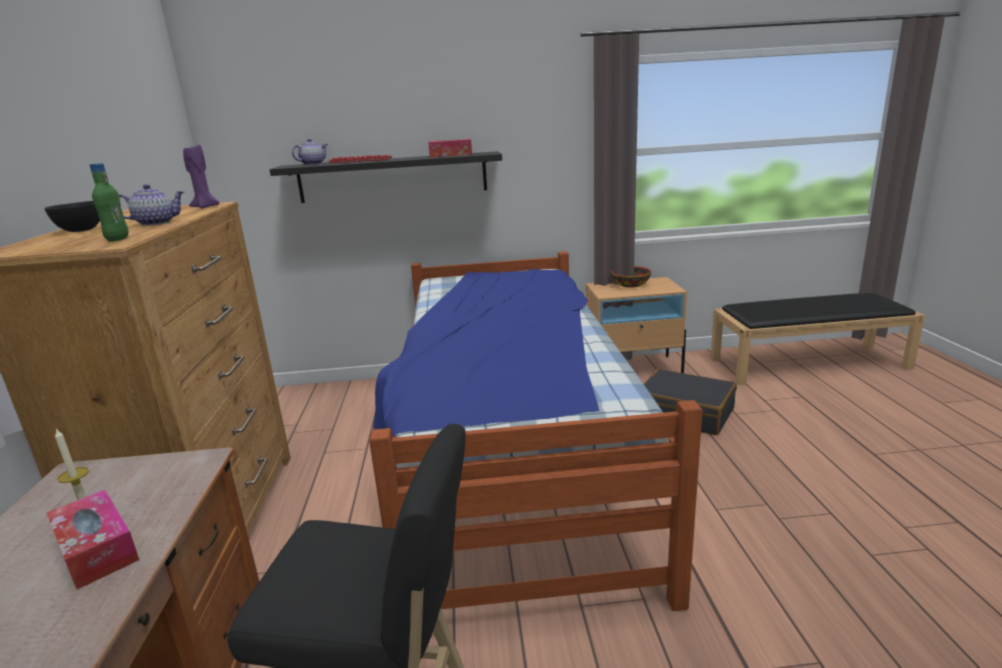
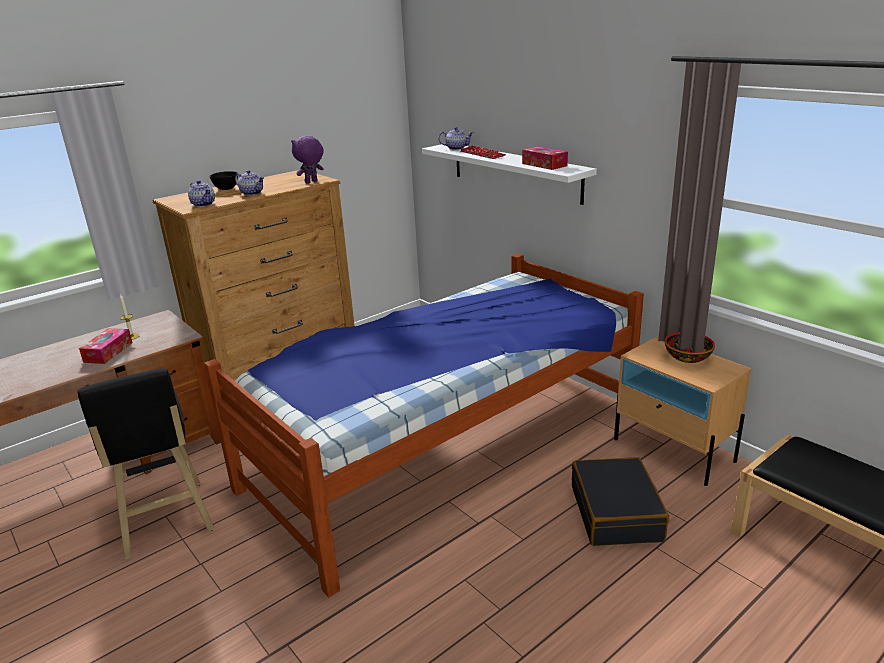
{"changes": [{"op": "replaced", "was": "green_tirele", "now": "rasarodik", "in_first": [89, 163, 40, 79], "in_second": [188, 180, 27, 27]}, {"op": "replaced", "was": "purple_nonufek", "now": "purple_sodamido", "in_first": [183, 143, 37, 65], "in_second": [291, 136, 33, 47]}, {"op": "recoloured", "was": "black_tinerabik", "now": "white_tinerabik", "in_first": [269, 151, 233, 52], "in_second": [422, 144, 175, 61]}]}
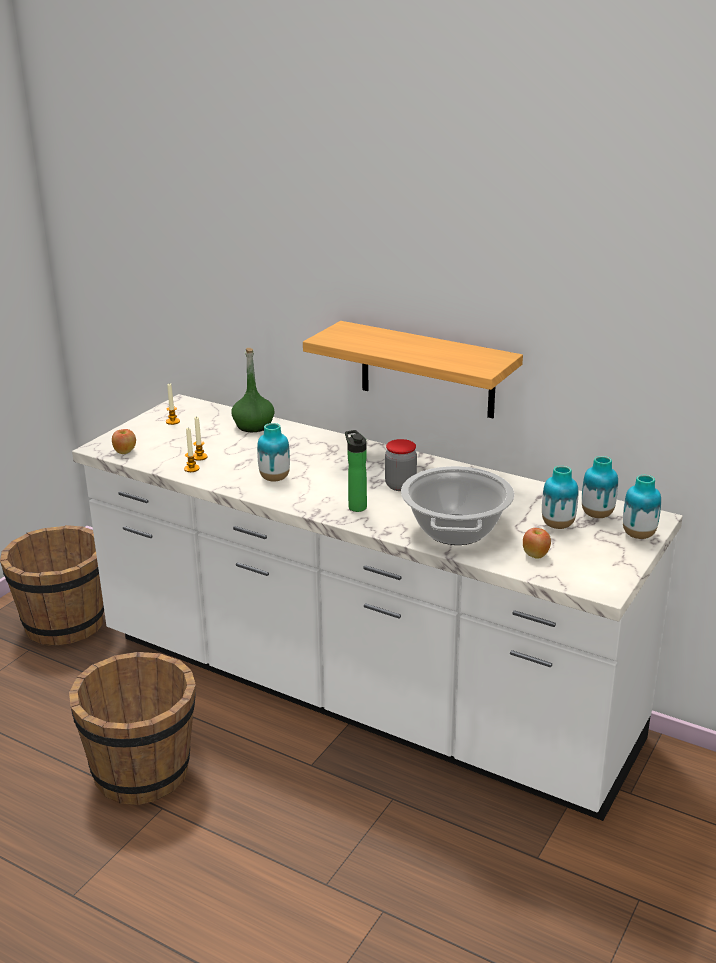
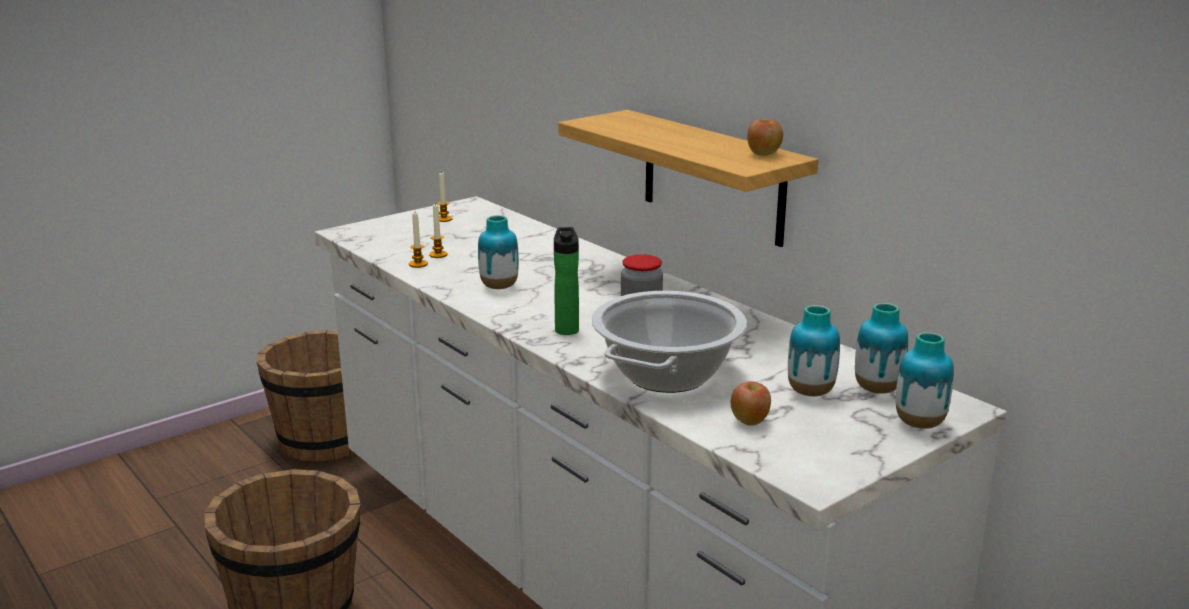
{"changes": [{"op": "moved", "was": "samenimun", "in_first": [112, 429, 24, 25], "in_second": [747, 119, 36, 37]}, {"op": "removed", "was": "green_tirele", "in_first": [231, 348, 44, 84]}]}
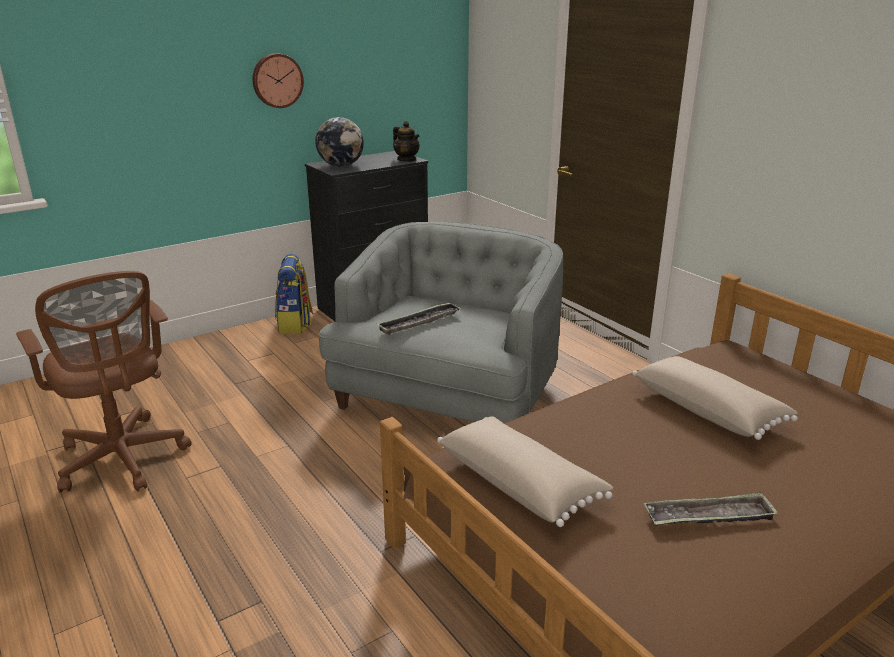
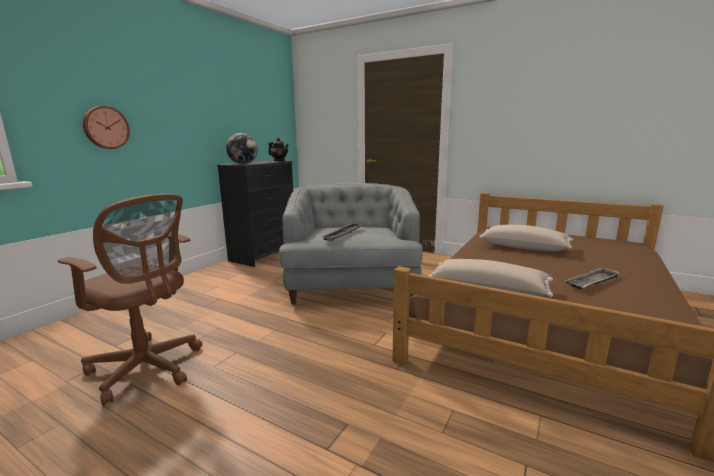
{"changes": [{"op": "moved", "was": "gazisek", "in_first": [252, 53, 52, 55], "in_second": [83, 106, 47, 43]}, {"op": "removed", "was": "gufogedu", "in_first": [275, 254, 38, 80]}]}
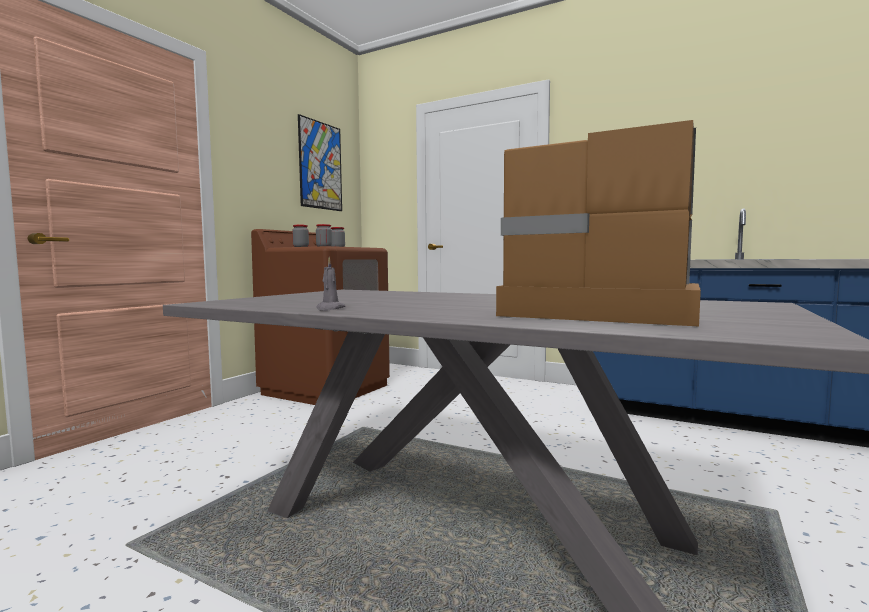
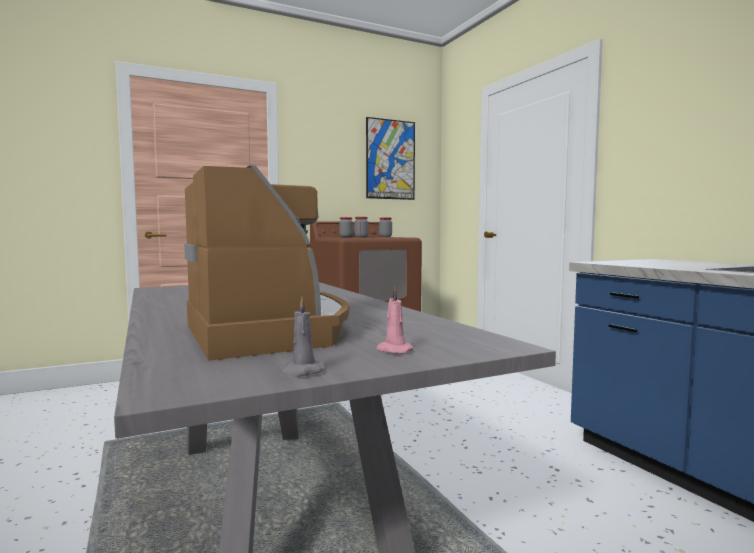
{"changes": [{"op": "moved", "was": "grey_nonufek", "in_first": [316, 257, 29, 53], "in_second": [279, 297, 46, 81]}, {"op": "added", "now": "pink_nonufek", "in_second": [377, 287, 36, 67]}]}
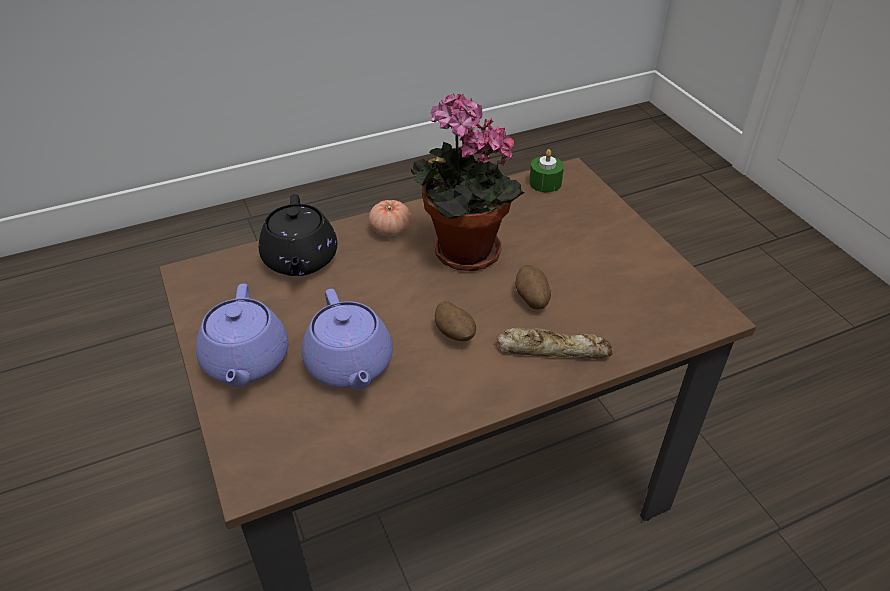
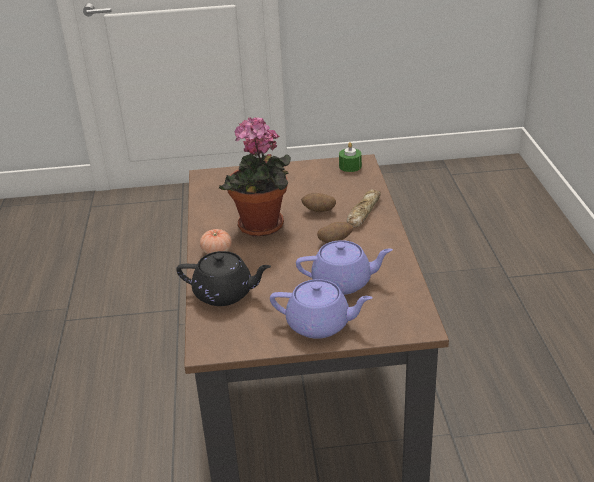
{"changes": [{"op": "moved", "was": "green_nonufek", "in_first": [529, 149, 35, 44], "in_second": [339, 142, 23, 30]}]}
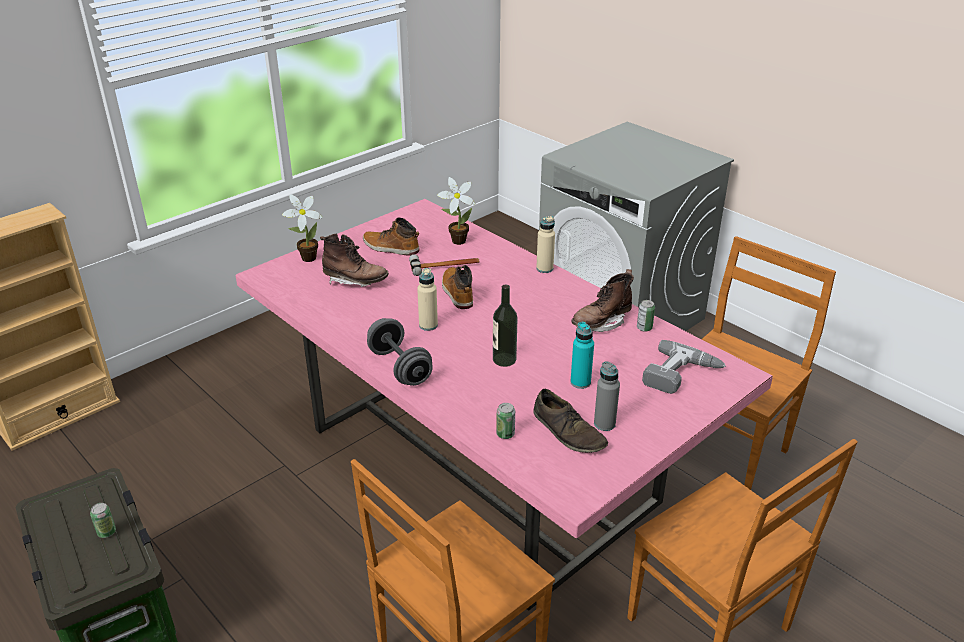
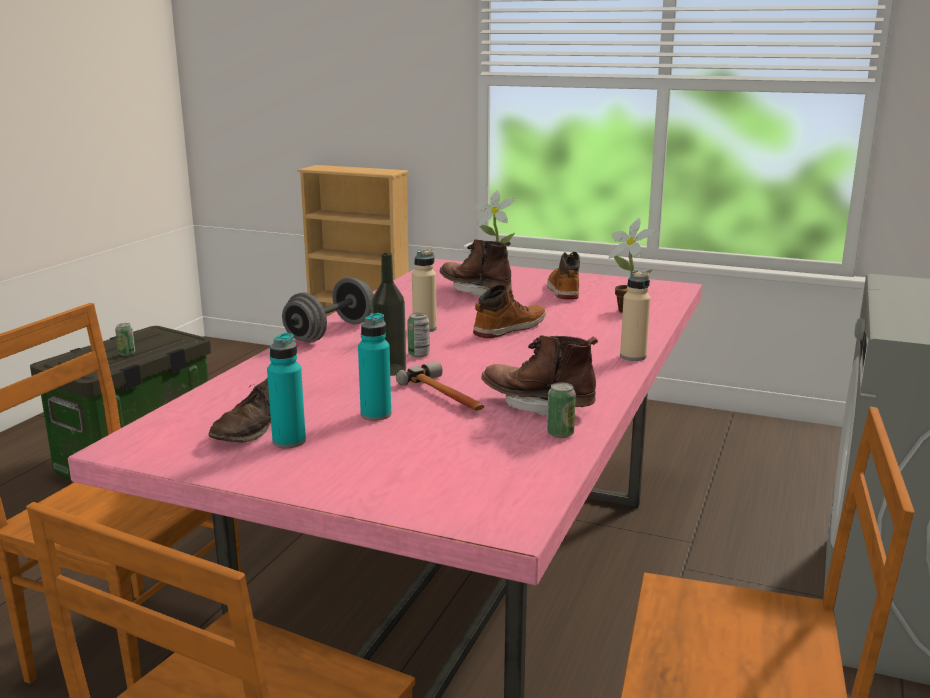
{"changes": [{"op": "turned", "was": "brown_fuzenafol", "in_first": [320, 234, 69, 53], "in_second": [439, 239, 72, 58], "clockwise": 135}, {"op": "moved", "was": "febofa", "in_first": [409, 255, 71, 21], "in_second": [396, 361, 89, 50]}, {"op": "moved", "was": "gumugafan", "in_first": [496, 403, 19, 36], "in_second": [407, 313, 23, 44]}, {"op": "recoloured", "was": "grey_tirele", "now": "turquoise_tirele", "in_first": [594, 361, 26, 70], "in_second": [267, 333, 39, 115]}, {"op": "removed", "was": "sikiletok", "in_first": [642, 340, 84, 54]}]}
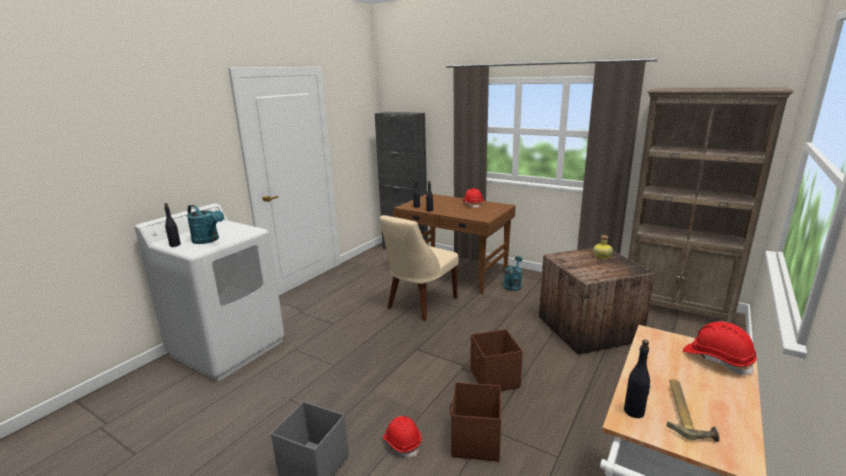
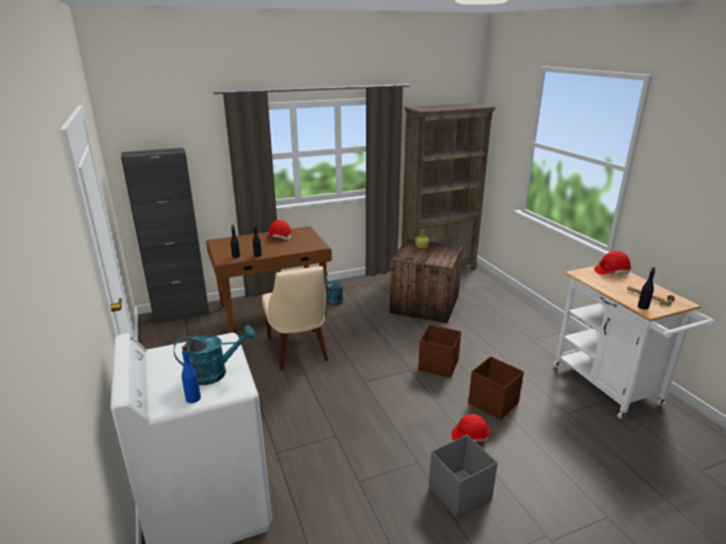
{"changes": [{"op": "recoloured", "was": "black_tirele", "now": "blue_tirele", "in_first": [164, 203, 17, 44], "in_second": [182, 345, 19, 58]}]}
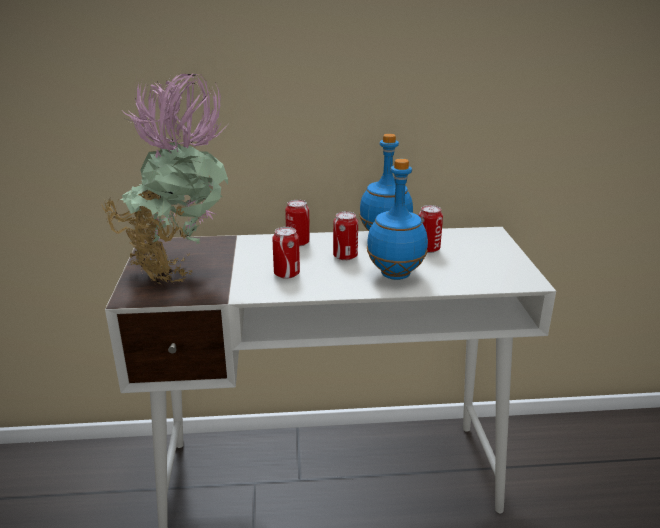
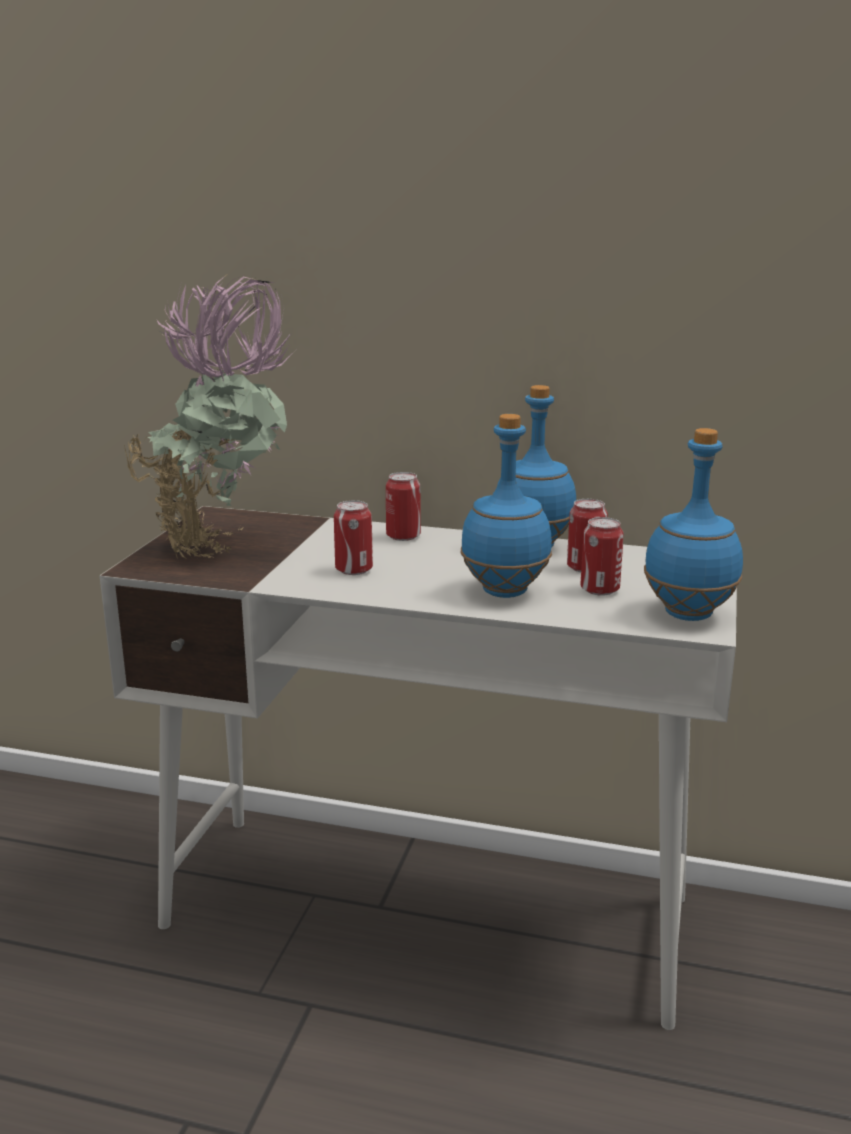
{"changes": [{"op": "moved", "was": "gumugafan", "in_first": [333, 211, 25, 49], "in_second": [580, 517, 43, 79]}, {"op": "added", "now": "blue_tirele", "in_second": [644, 428, 99, 193]}]}
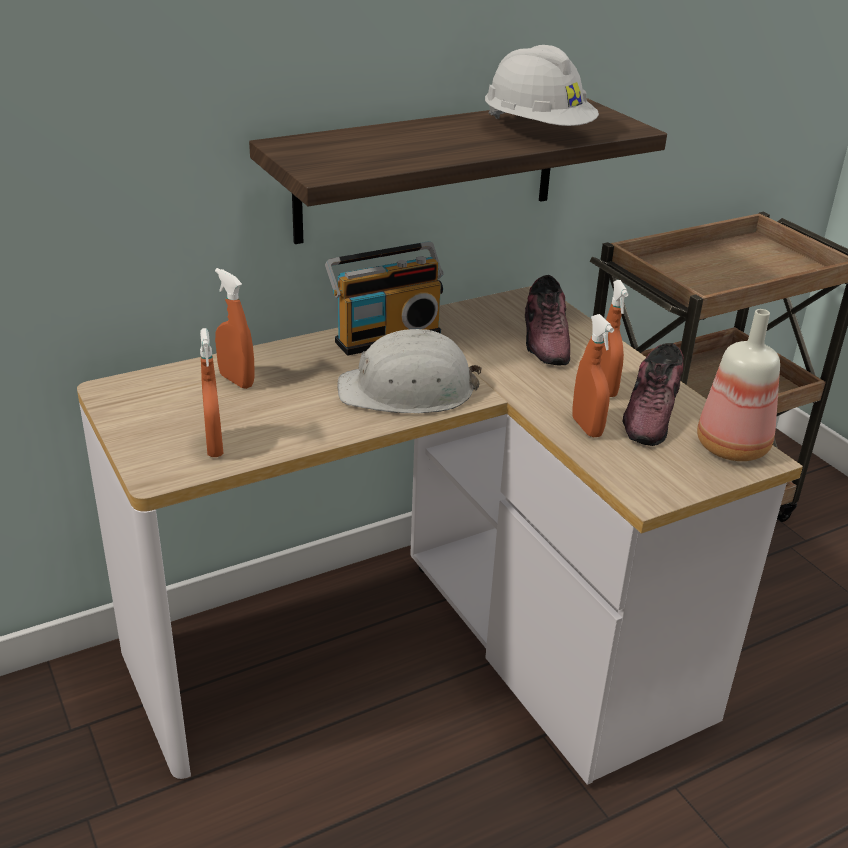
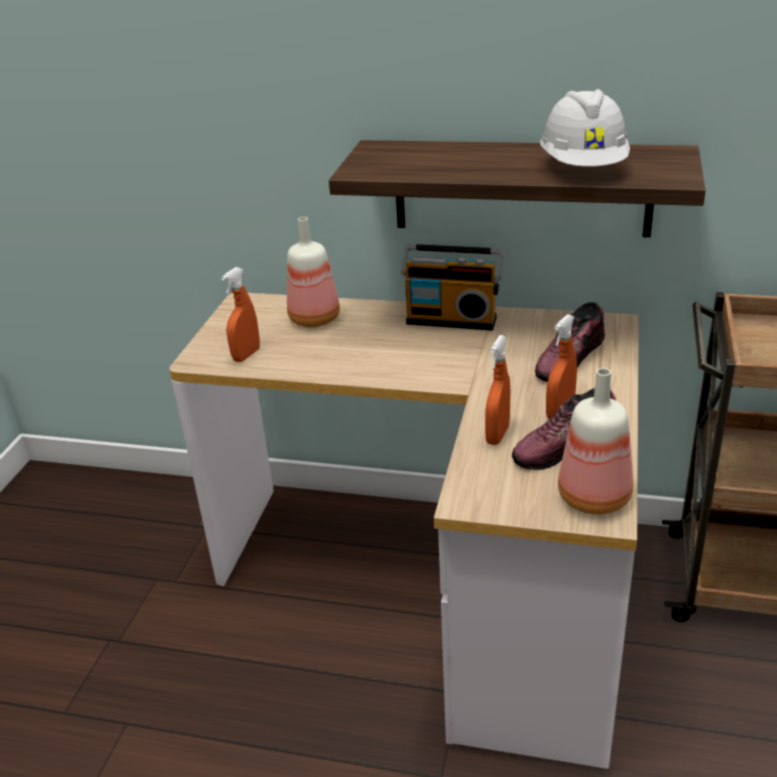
{"changes": [{"op": "replaced", "was": "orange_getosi", "now": "tirele", "in_first": [215, 268, 40, 121], "in_second": [287, 217, 53, 110]}, {"op": "removed", "was": "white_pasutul", "in_first": [337, 328, 145, 85]}]}
